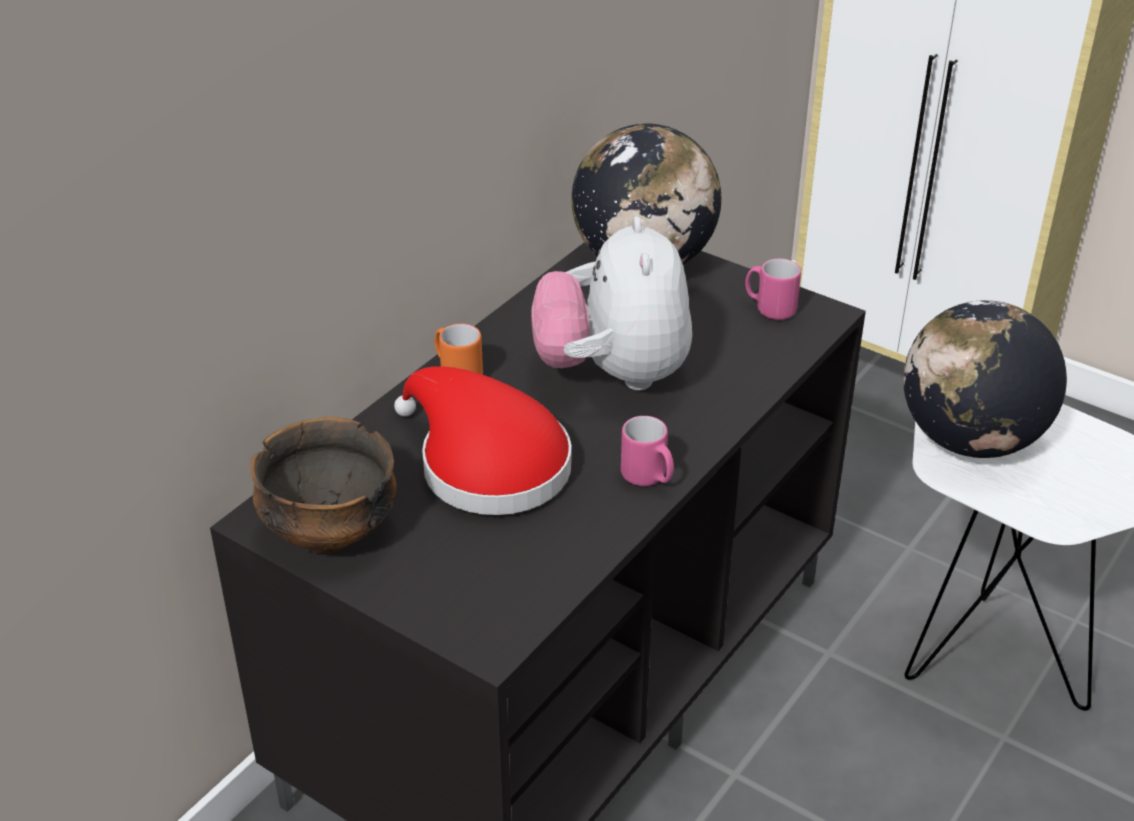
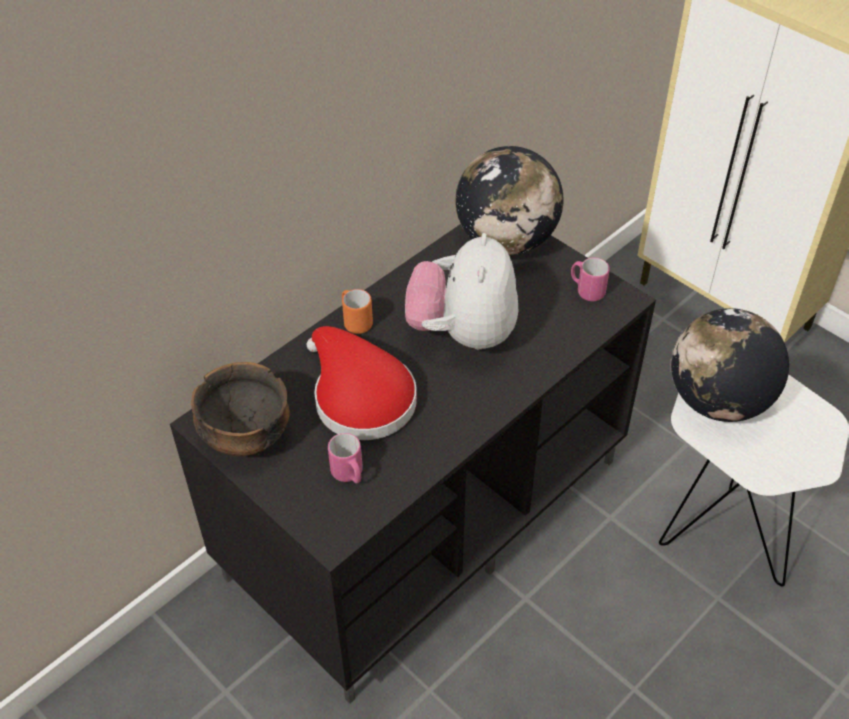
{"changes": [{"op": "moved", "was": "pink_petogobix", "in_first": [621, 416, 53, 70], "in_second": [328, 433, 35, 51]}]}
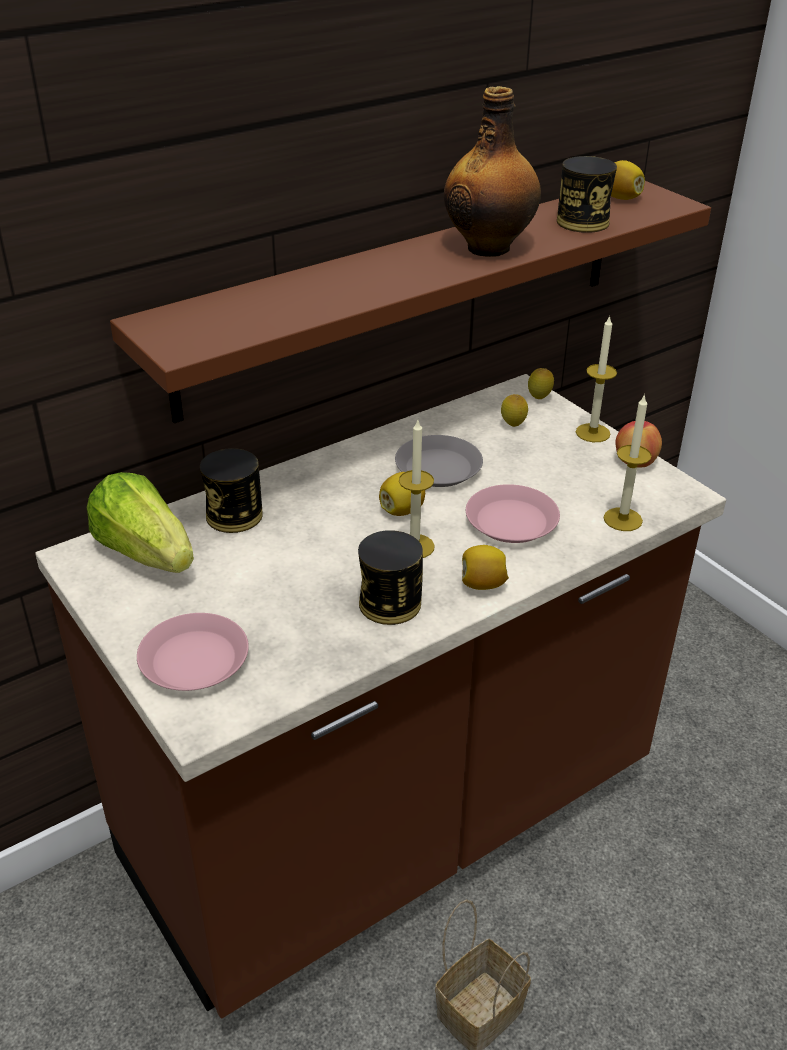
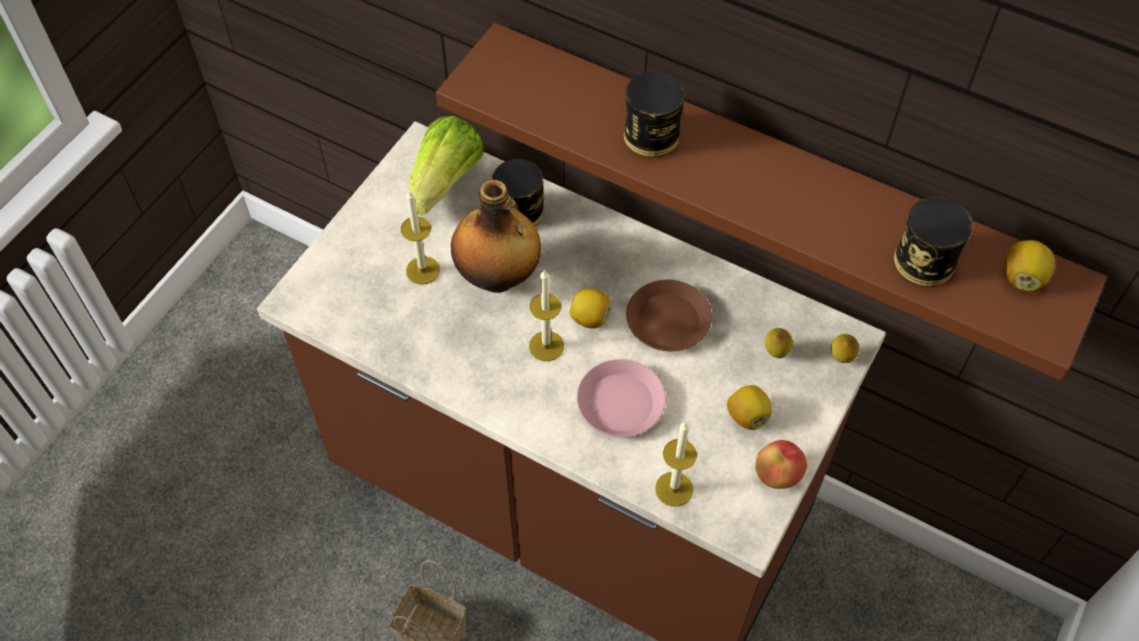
{"changes": [{"op": "removed", "was": "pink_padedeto", "in_first": [137, 613, 112, 78]}, {"op": "moved", "was": "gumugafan", "in_first": [358, 530, 65, 95], "in_second": [623, 71, 61, 87]}, {"op": "recoloured", "was": "grey_padedeto", "now": "brown_padedeto", "in_first": [395, 435, 88, 52], "in_second": [626, 280, 86, 71]}, {"op": "moved", "was": "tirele", "in_first": [444, 86, 97, 171], "in_second": [451, 180, 90, 113]}, {"op": "moved", "was": "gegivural", "in_first": [462, 545, 47, 45], "in_second": [727, 385, 45, 45]}, {"op": "moved", "was": "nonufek", "in_first": [576, 315, 41, 127], "in_second": [401, 190, 39, 95]}]}
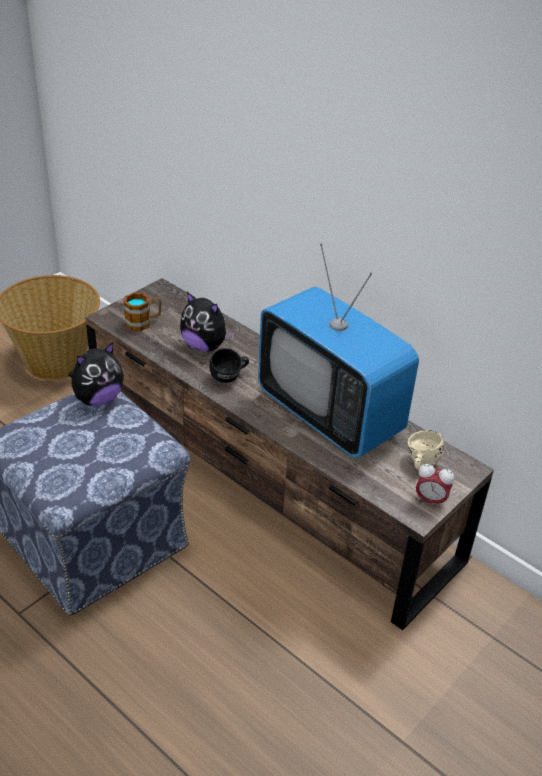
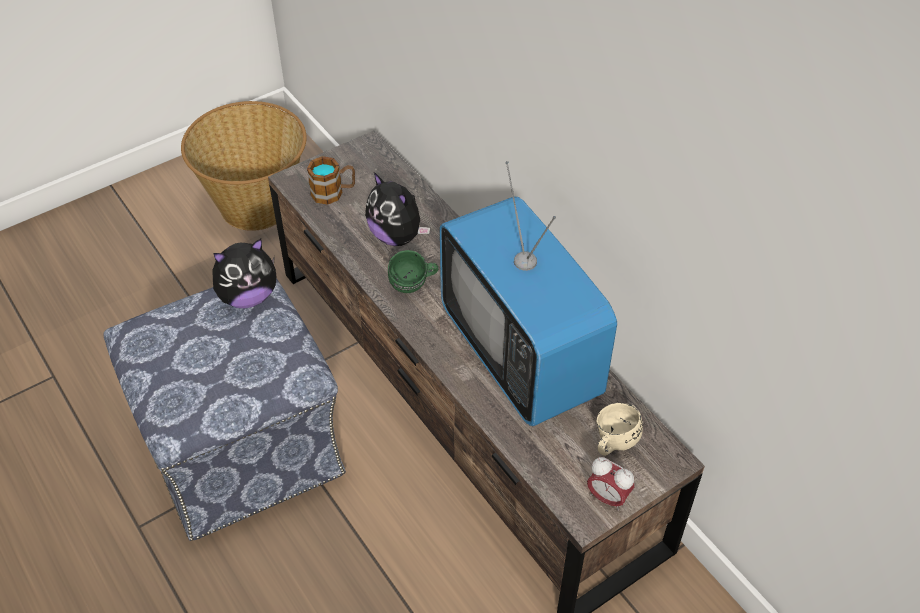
{"changes": [{"op": "recoloured", "was": "black_petogobix", "now": "green_petogobix", "in_first": [209, 348, 40, 35], "in_second": [388, 250, 50, 43]}]}
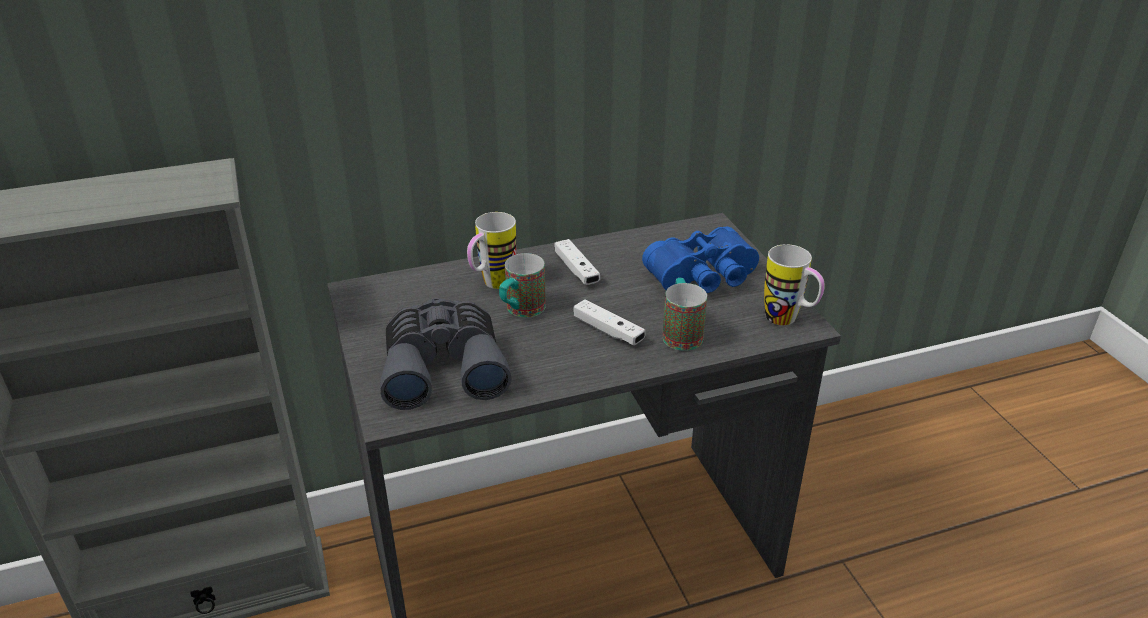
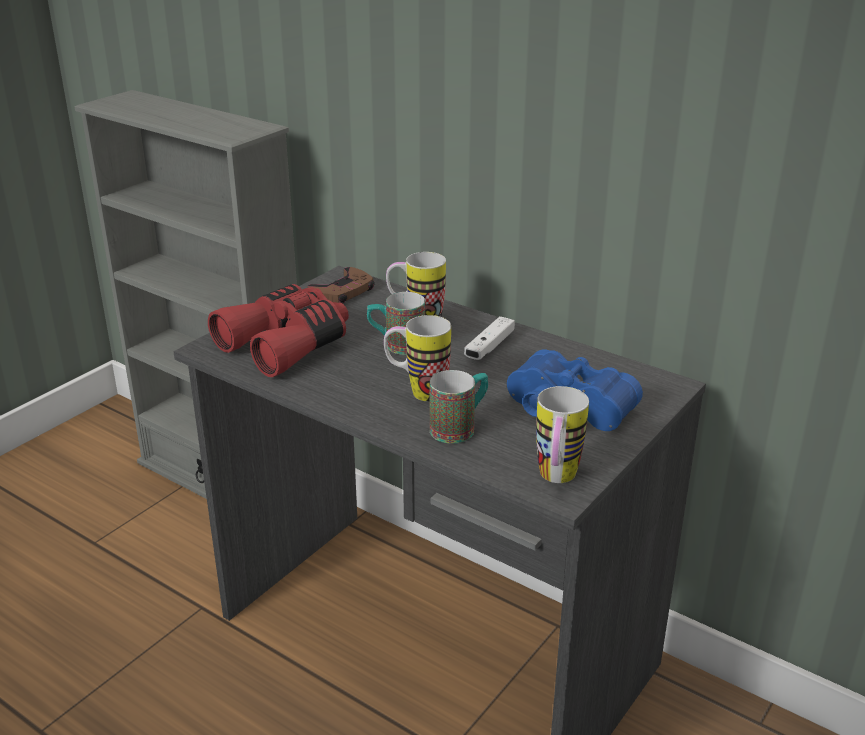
{"changes": [{"op": "recoloured", "was": "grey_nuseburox", "now": "red_nuseburox", "in_first": [380, 298, 132, 112], "in_second": [208, 284, 141, 93]}, {"op": "replaced", "was": "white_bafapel", "now": "petogobix", "in_first": [573, 299, 72, 46], "in_second": [384, 315, 67, 87]}, {"op": "added", "now": "brown_bafapel", "in_second": [308, 267, 67, 36]}]}
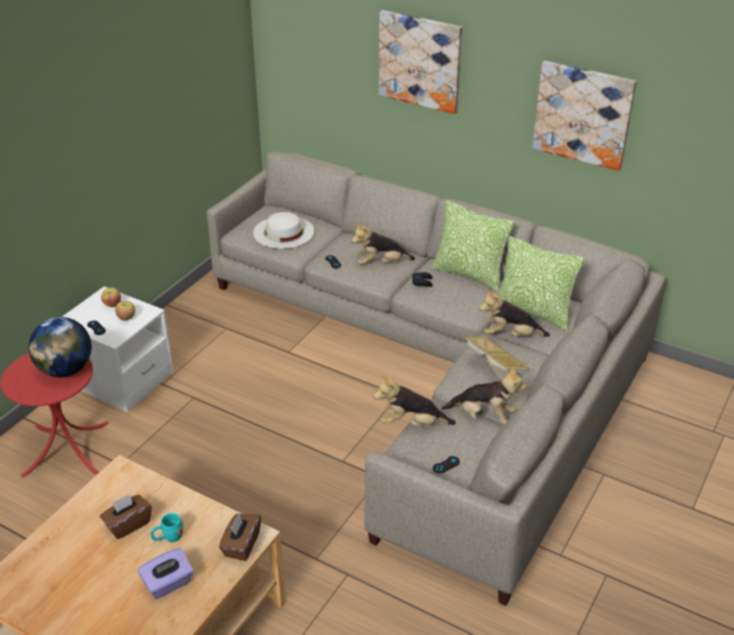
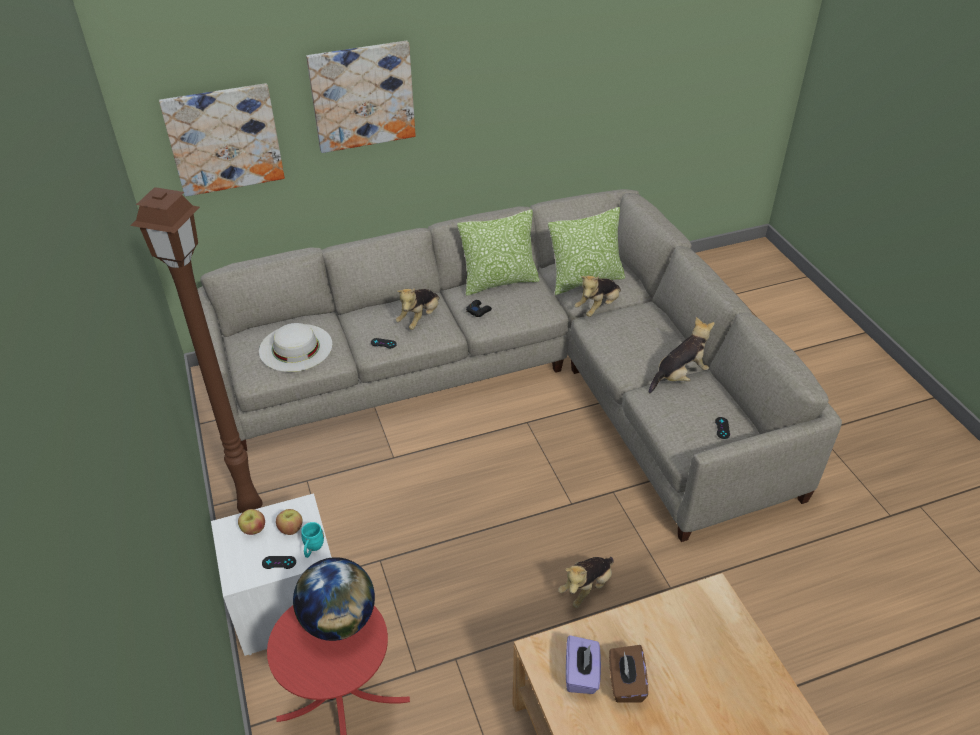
{"changes": [{"op": "moved", "was": "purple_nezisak", "in_first": [138, 548, 56, 51], "in_second": [566, 635, 35, 59]}, {"op": "moved", "was": "turquoise_petogobix", "in_first": [150, 513, 33, 29], "in_second": [301, 522, 23, 36]}, {"op": "removed", "was": "brown_nezisak", "in_first": [219, 513, 42, 48]}, {"op": "moved", "was": "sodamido", "in_first": [374, 375, 82, 50], "in_second": [558, 557, 56, 51]}, {"op": "removed", "was": "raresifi", "in_first": [465, 337, 65, 42]}, {"op": "moved", "was": "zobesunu", "in_first": [532, 61, 105, 110], "in_second": [159, 83, 126, 114]}, {"op": "added", "now": "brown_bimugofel", "in_second": [130, 187, 132, 326]}]}
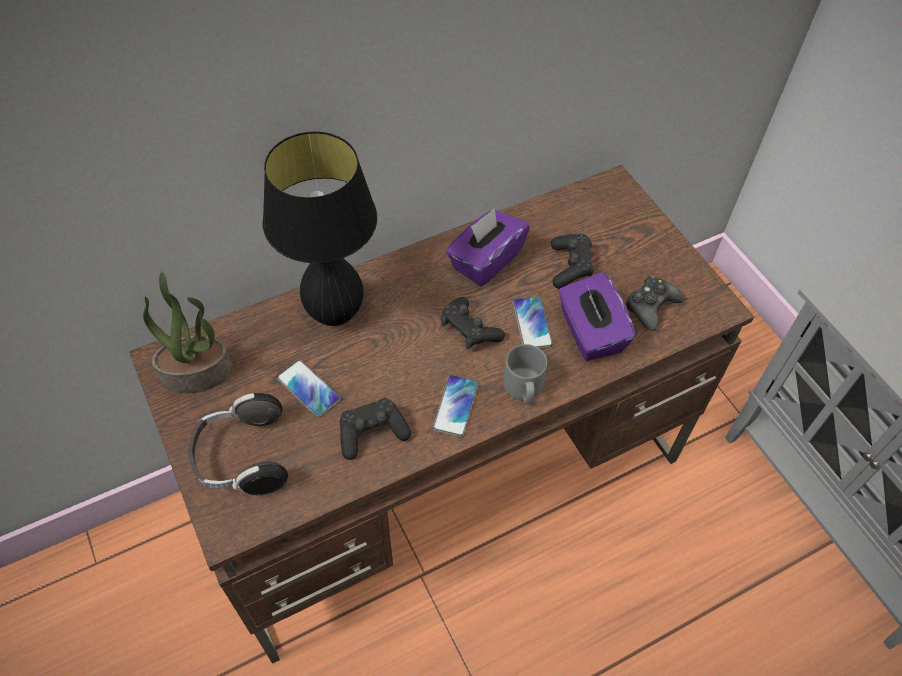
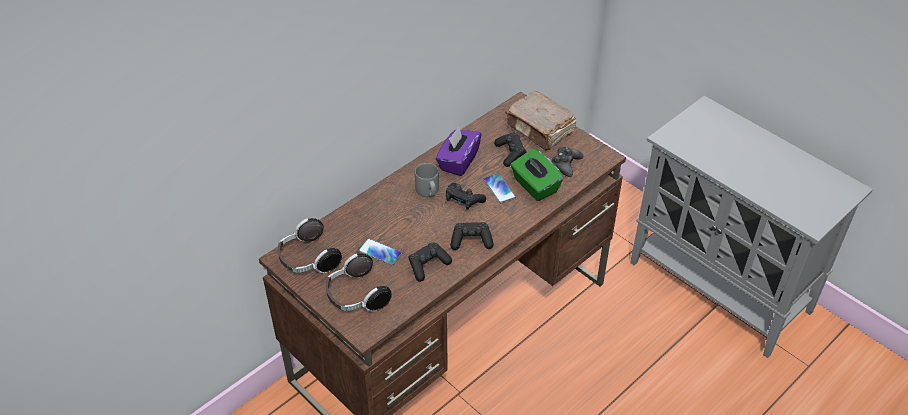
{"changes": [{"op": "replaced", "was": "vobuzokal", "now": "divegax", "in_first": [143, 272, 90, 121], "in_second": [278, 218, 64, 55]}, {"op": "removed", "was": "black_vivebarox", "in_first": [263, 131, 114, 195]}, {"op": "replaced", "was": "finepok", "now": "black_bafapel", "in_first": [433, 375, 45, 62], "in_second": [451, 222, 43, 28]}, {"op": "moved", "was": "grey_petogobix", "in_first": [503, 344, 44, 60], "in_second": [415, 163, 24, 34]}, {"op": "recoloured", "was": "purple_nezisak", "now": "green_nezisak", "in_first": [558, 272, 78, 89], "in_second": [510, 148, 54, 53]}, {"op": "added", "now": "brown_raresifi", "in_second": [505, 91, 71, 60]}]}
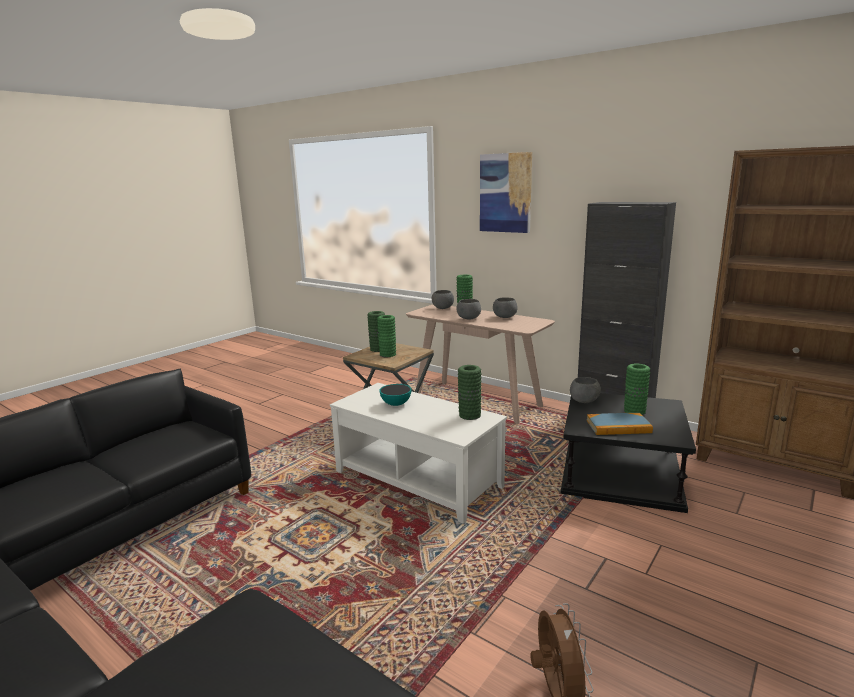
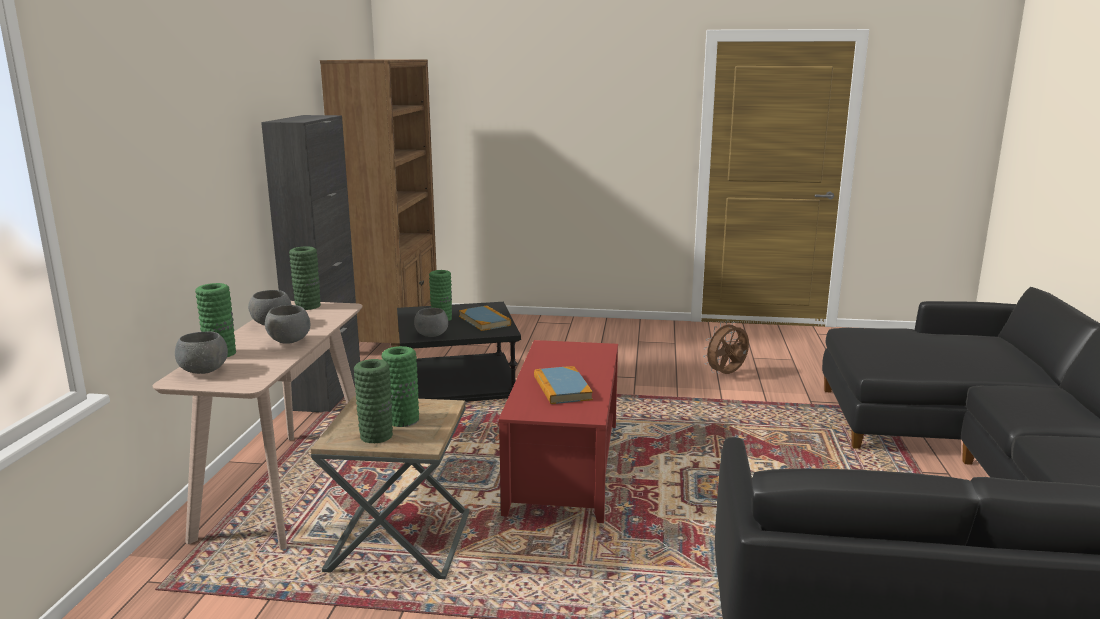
{"changes": [{"op": "recoloured", "was": "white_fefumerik", "now": "red_fefumerik", "in_first": [330, 383, 177, 141], "in_second": [499, 340, 119, 183]}, {"op": "replaced", "was": "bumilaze", "now": "raresifi", "in_first": [379, 384, 33, 22], "in_second": [534, 366, 59, 38]}, {"op": "moved", "was": "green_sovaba", "in_first": [458, 365, 24, 55], "in_second": [289, 246, 32, 64]}, {"op": "removed", "was": "zobesunu", "in_first": [480, 152, 52, 81]}]}
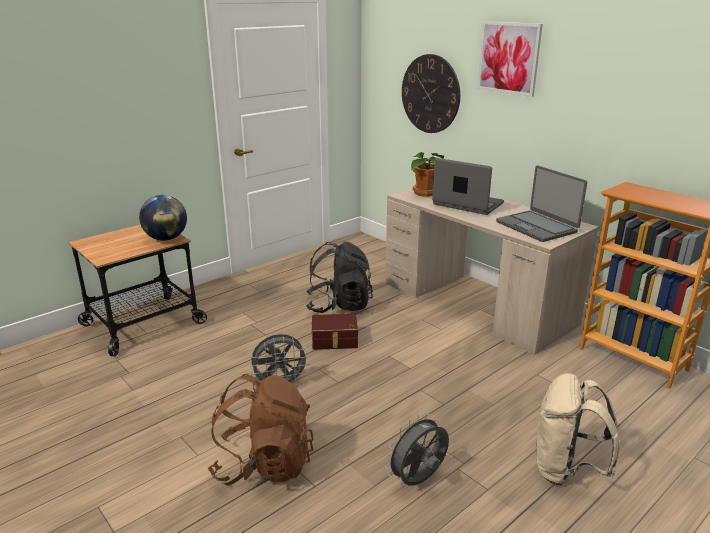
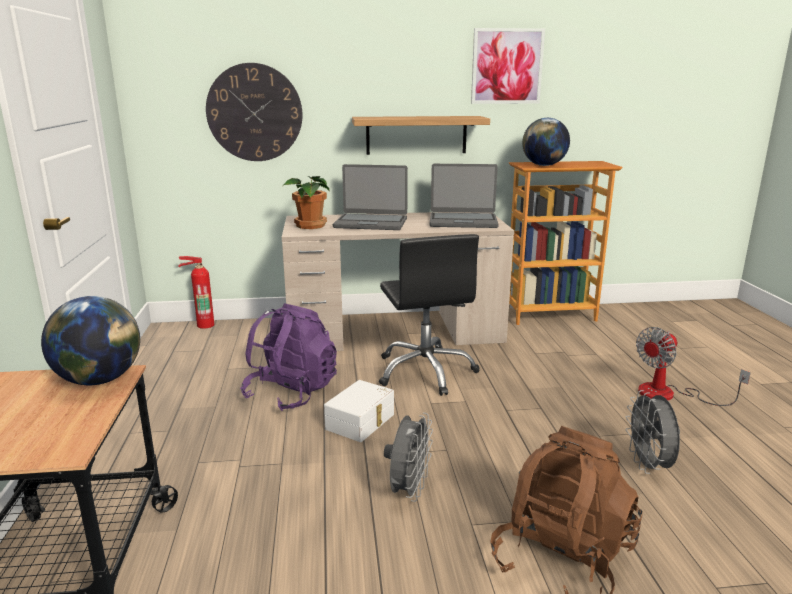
{"changes": [{"op": "recoloured", "was": "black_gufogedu", "now": "purple_gufogedu", "in_first": [306, 242, 67, 71], "in_second": [240, 303, 97, 108]}, {"op": "recoloured", "was": "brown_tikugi", "now": "white_tikugi", "in_first": [312, 314, 46, 36], "in_second": [324, 380, 70, 62]}, {"op": "turned", "was": "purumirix", "in_first": [432, 158, 72, 57], "in_second": [333, 164, 75, 66], "clockwise": -150}, {"op": "moved", "was": "zobesunu", "in_first": [478, 21, 65, 76], "in_second": [471, 28, 74, 76]}, {"op": "replaced", "was": "beige_gufogedu", "now": "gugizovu", "in_first": [536, 373, 84, 112], "in_second": [636, 327, 115, 79]}, {"op": "added", "now": "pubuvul", "in_second": [178, 256, 36, 73]}, {"op": "added", "now": "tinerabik", "in_second": [352, 116, 138, 39]}, {"op": "added", "now": "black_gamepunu", "in_second": [379, 234, 101, 162]}, {"op": "added", "now": "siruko", "in_second": [522, 118, 48, 48]}]}
